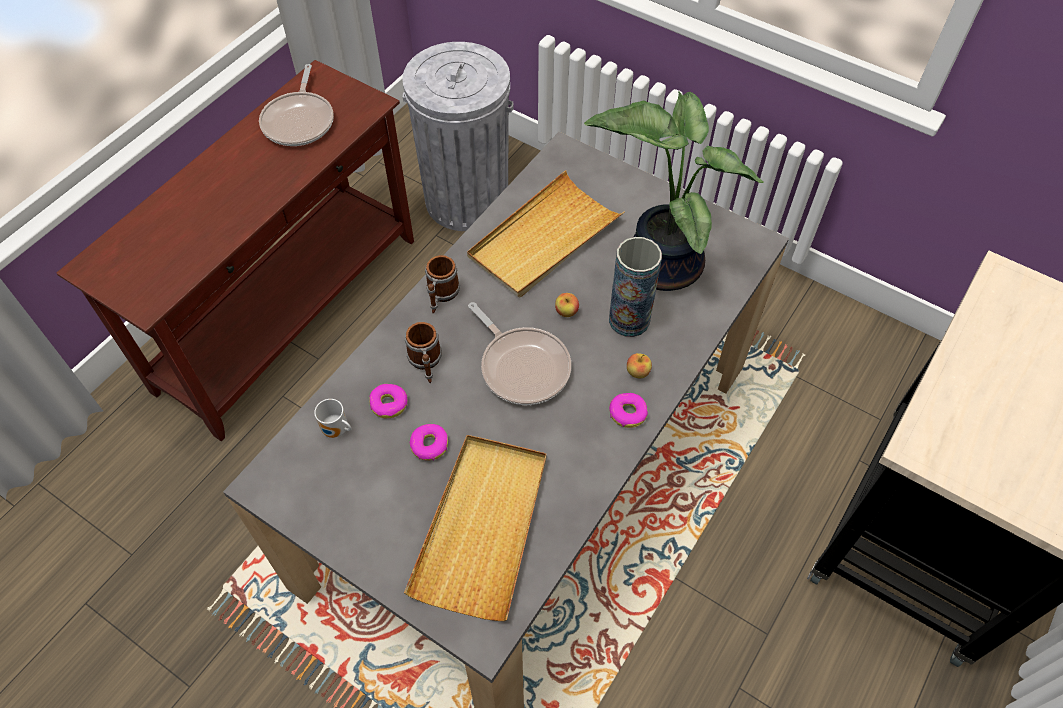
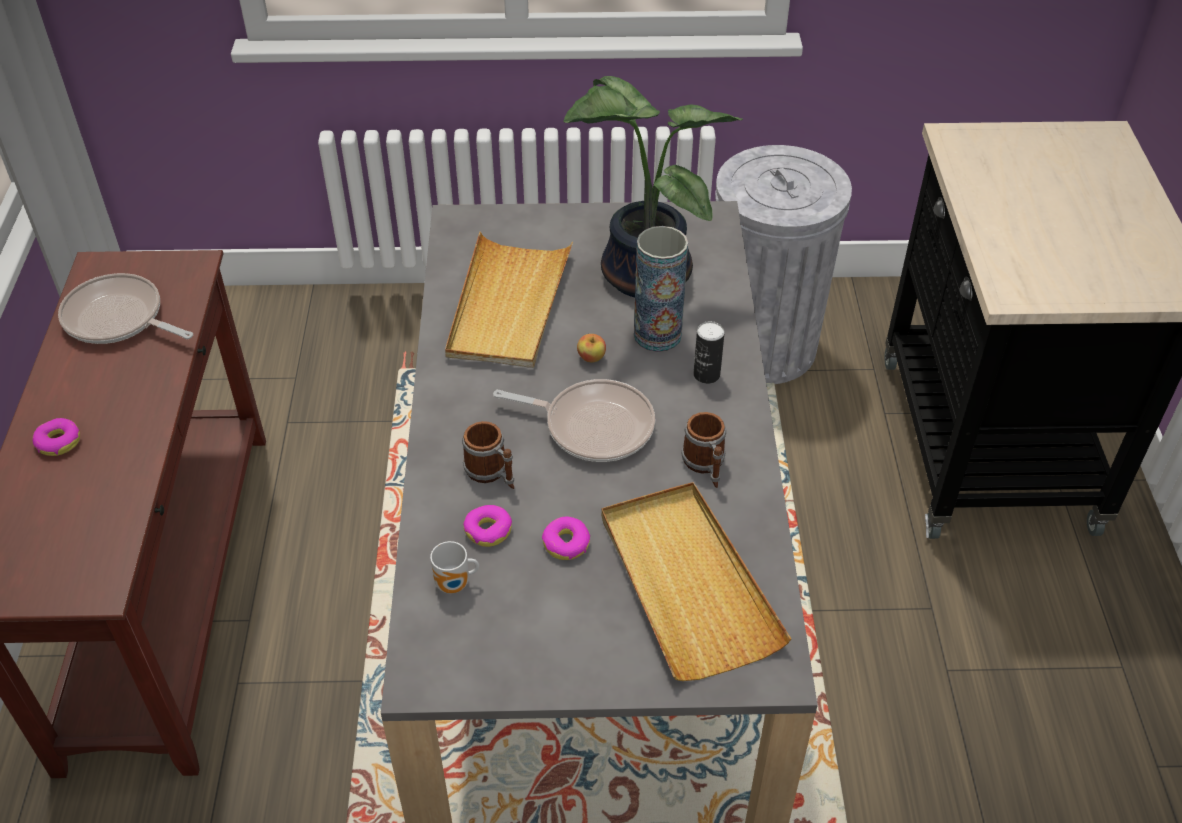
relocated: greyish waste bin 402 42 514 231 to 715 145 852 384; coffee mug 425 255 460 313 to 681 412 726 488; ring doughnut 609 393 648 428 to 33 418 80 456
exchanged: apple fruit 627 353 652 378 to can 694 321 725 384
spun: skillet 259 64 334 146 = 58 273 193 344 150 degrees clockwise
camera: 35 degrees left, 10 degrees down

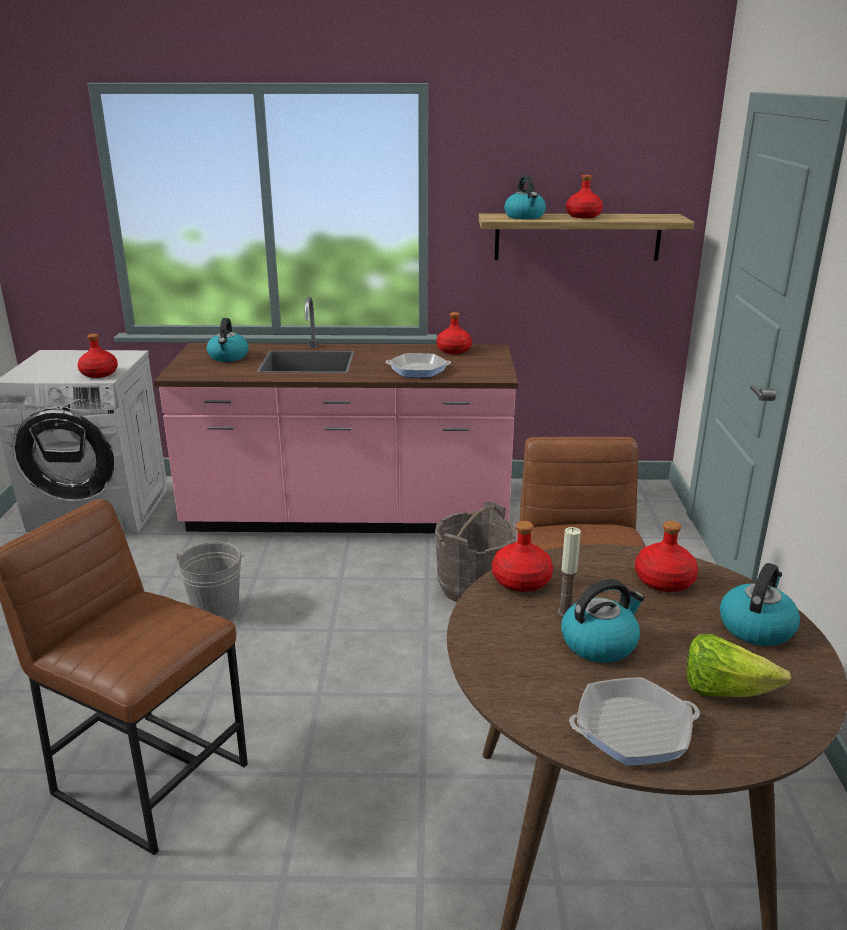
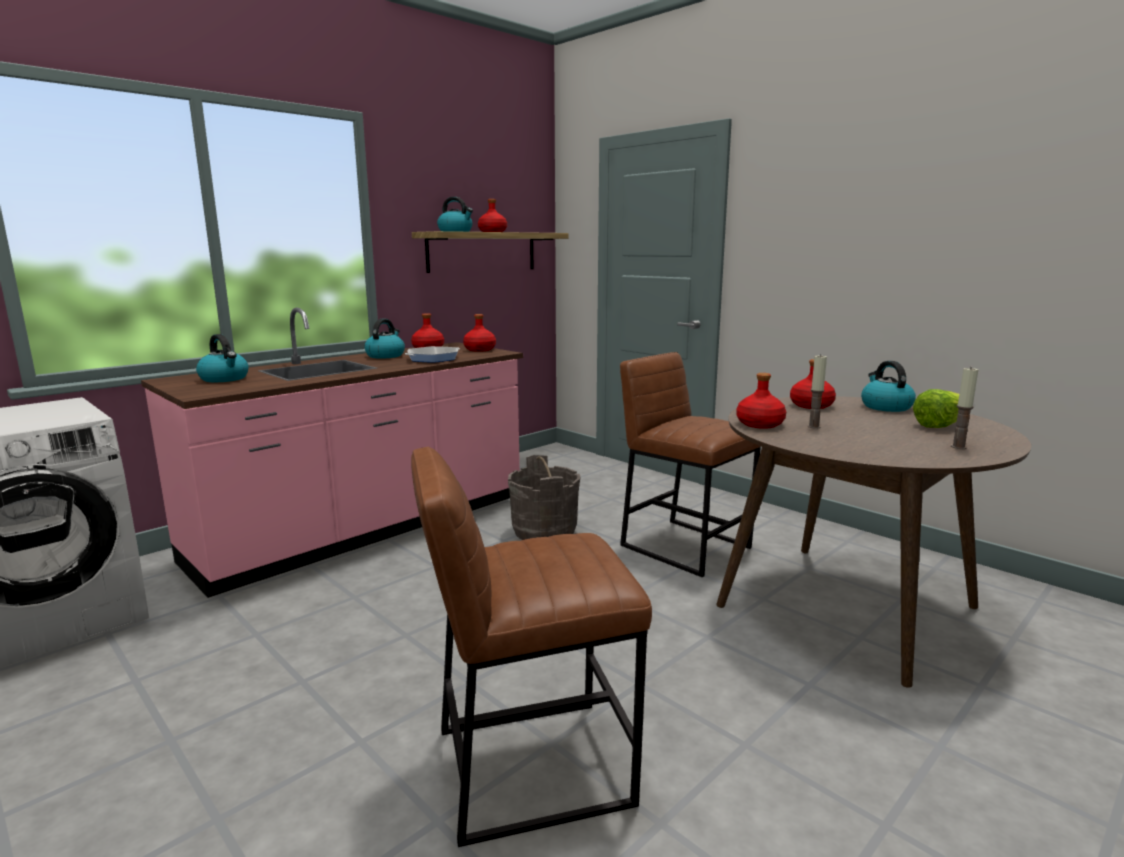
missing: greyish pail 175 542 245 620
relocated: red-coloured bottle 78 334 118 378 to 463 314 496 352; kettle 561 579 645 663 to 364 319 405 359
exchanged: skillet 569 677 700 766 to wax candle 951 368 978 449
camera: 45 degrees left, 10 degrees down

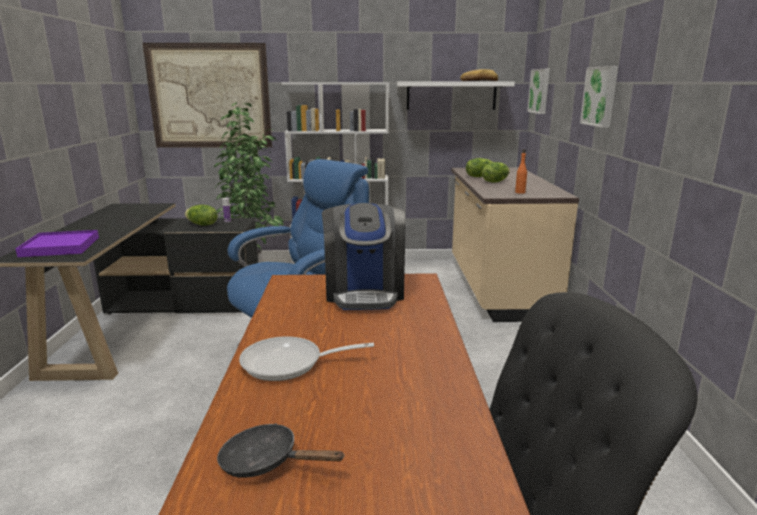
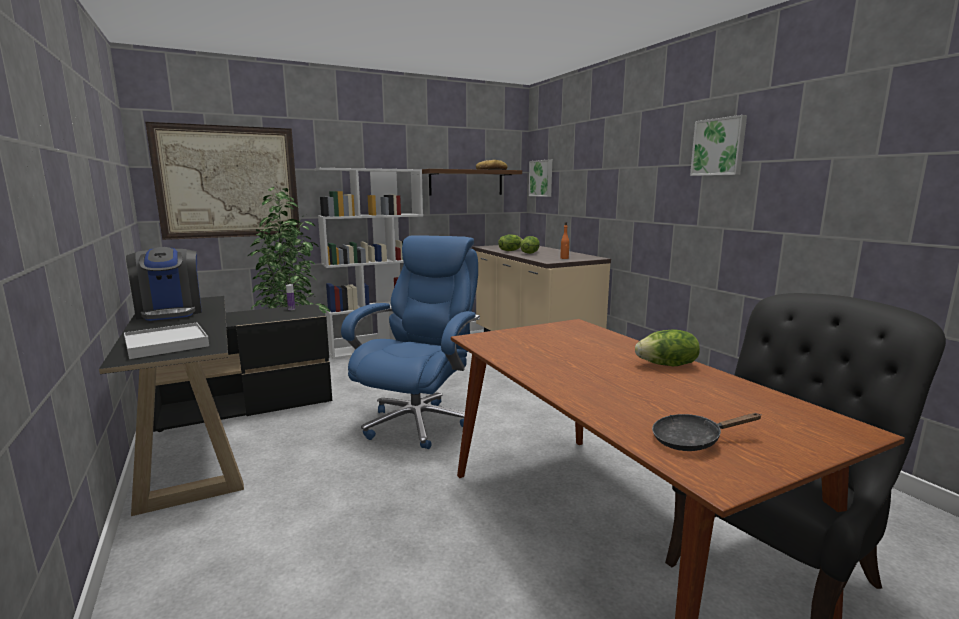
missing: skillet 239 336 374 381
relocated: picture 580 66 618 128 to 690 115 747 176; coffee brewer 322 203 405 310 to 126 247 202 321; lettuce head 185 205 218 226 to 635 329 700 366
colour: white wall shelf 397 81 515 110 to brown wall shelf 422 169 522 195; purplish serving tray 15 230 99 257 to white serving tray 124 323 209 359
camera: 25 degrees left, 5 degrees down

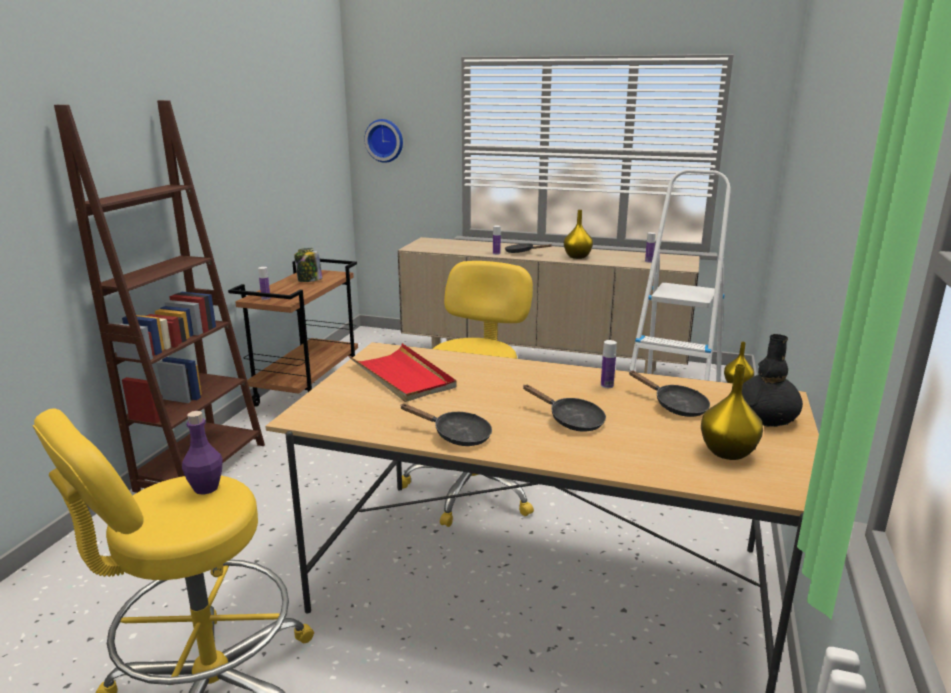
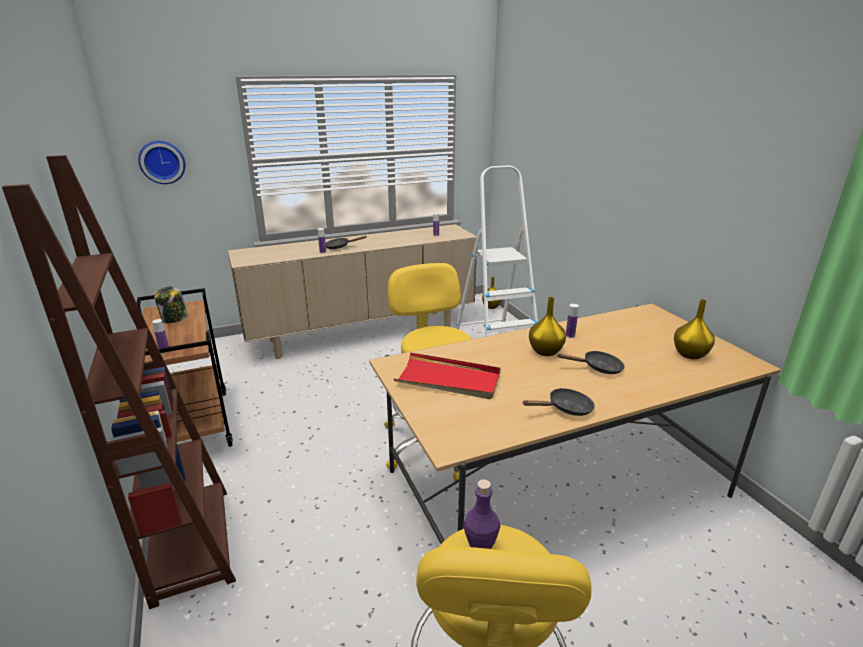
missing: black decorative vase 742 334 803 427; black skillet 629 371 710 417
relocated: yellow-coloured decorative vase 564 210 593 259 to 529 297 566 356
camera: 40 degrees left, 5 degrees up

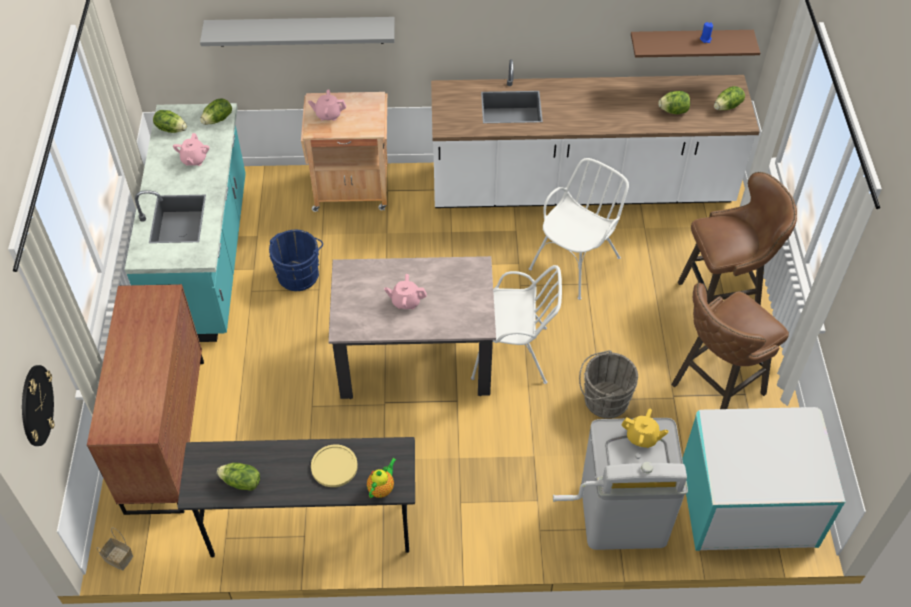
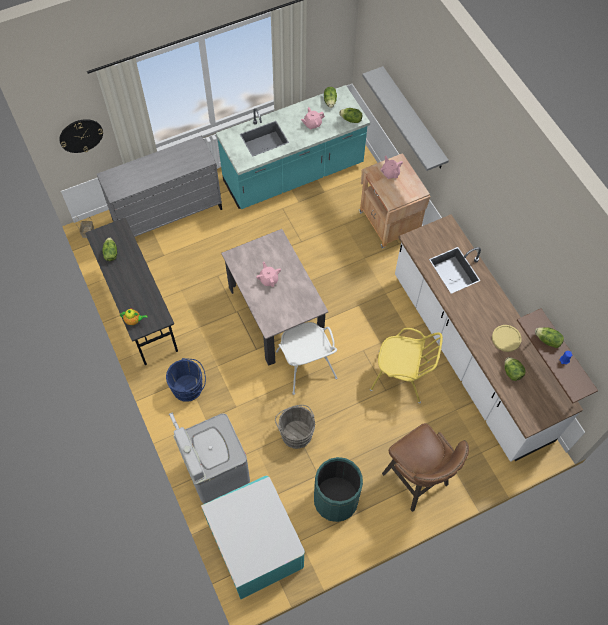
missing: yellow-coloured teapot 621 409 669 448
relocated: lettuce head 714 86 745 110 to 535 327 564 348; blue pail 269 230 323 291 to 166 358 206 402; yellow-coloured plate 311 445 358 487 to 492 325 522 352
exchanged: brown sitting stool 671 282 789 409 to green-coloured waste bin 314 457 363 522
colour: white plain chair 529 158 629 300 to yellow-coloured plain chair 370 328 443 404; brown chest of drawers 87 284 204 515 to greyish chest of drawers 97 136 222 237
camera: 65 degrees right, 10 degrees up

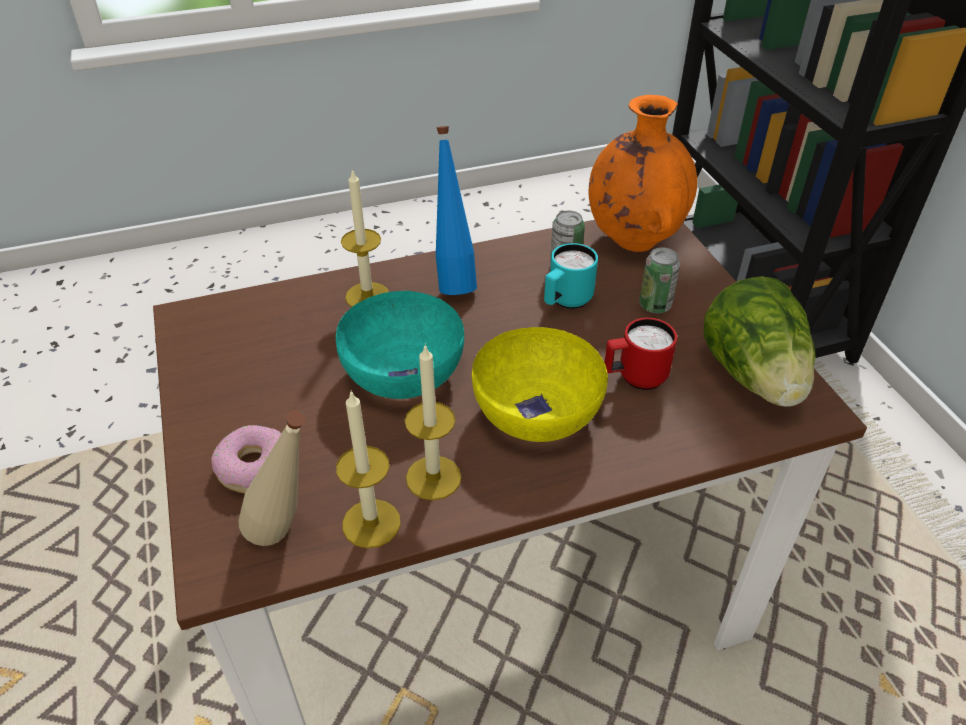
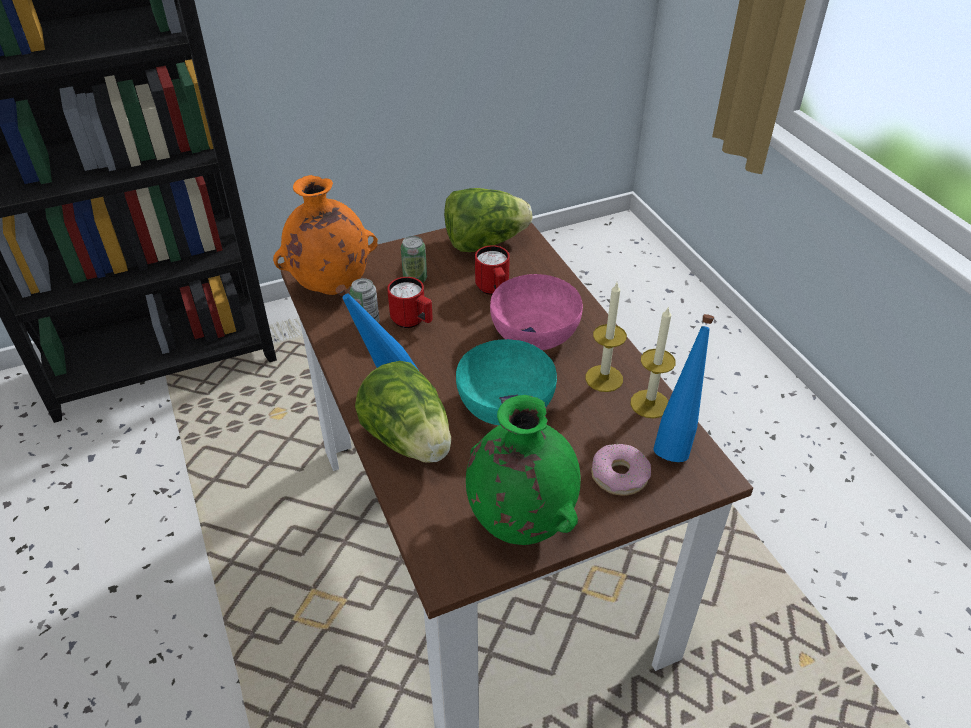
appeared: green-coloured decorative vase 466 395 581 545
exchanged: wax candle 341 168 389 307 to lettuce head 355 361 451 463
colour: turquoise-coloured coffee mug 544 243 598 309 to red-coloured coffee mug 387 277 433 328; yellow-coloured deep dish 472 327 608 442 to pink-coloured deep dish 490 274 583 350; beige bottle 238 410 305 546 to blue bottle 653 314 714 462
camera: 95 degrees left, 0 degrees up

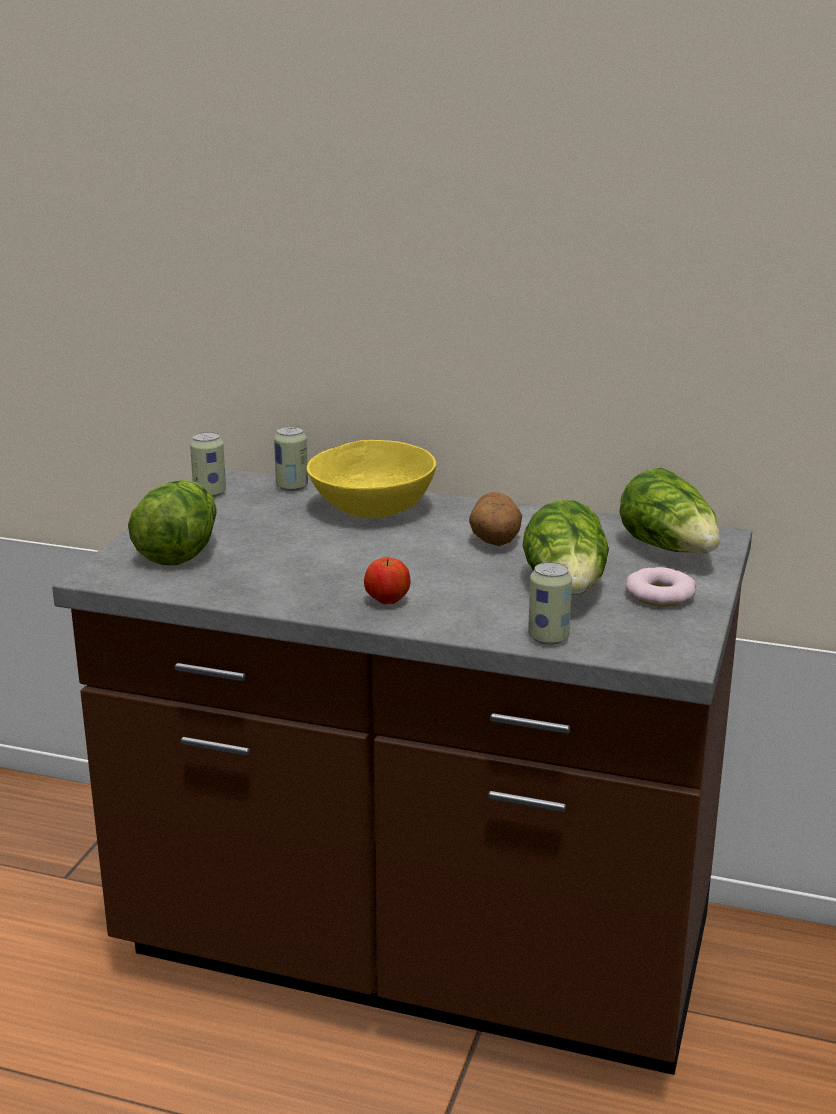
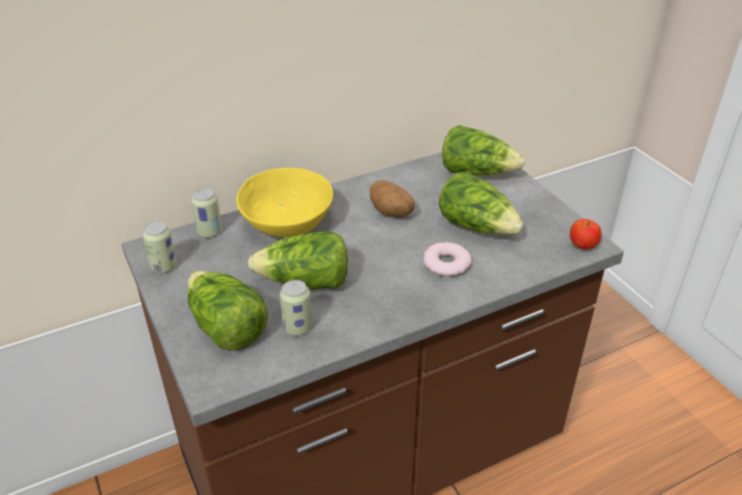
appeared: lettuce head 248 232 348 289
relocated: apple fruit 364 557 410 604 to 570 219 602 249; can 528 562 572 645 to 280 280 312 335; ring doughnut 625 567 696 607 to 423 242 472 277
camera: 45 degrees left, 15 degrees up

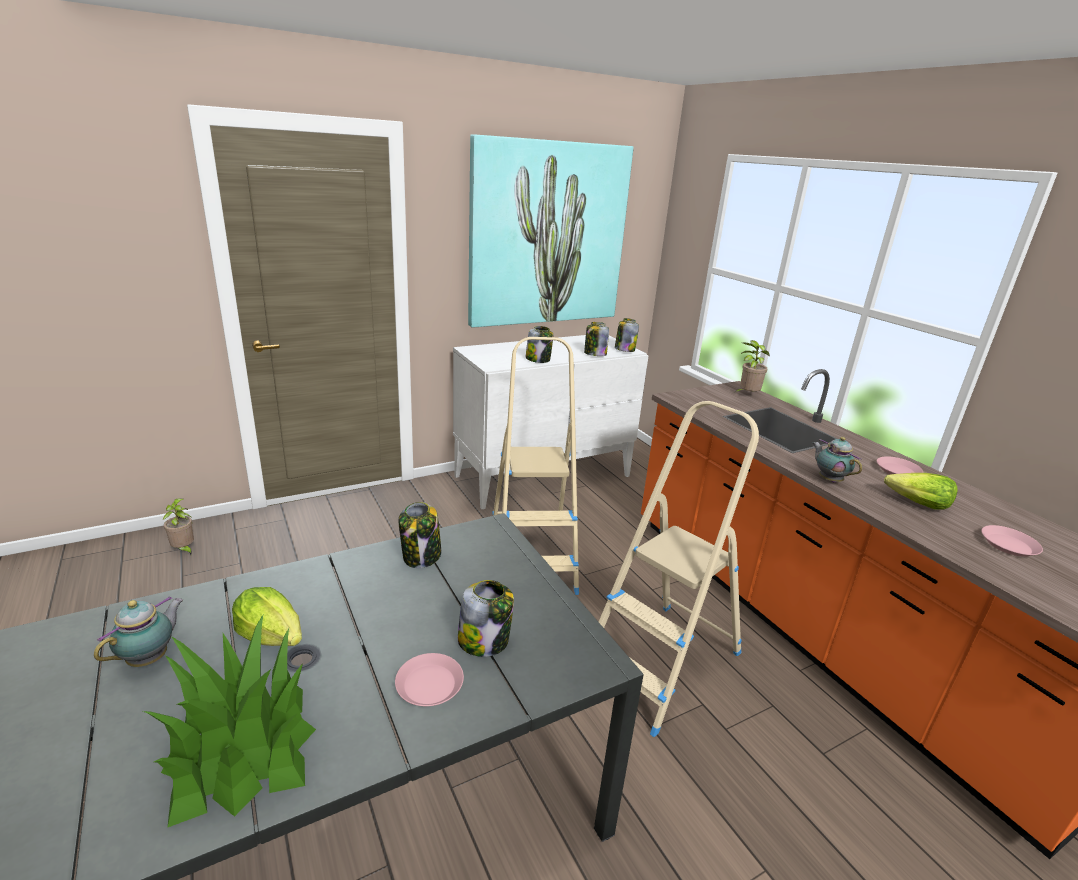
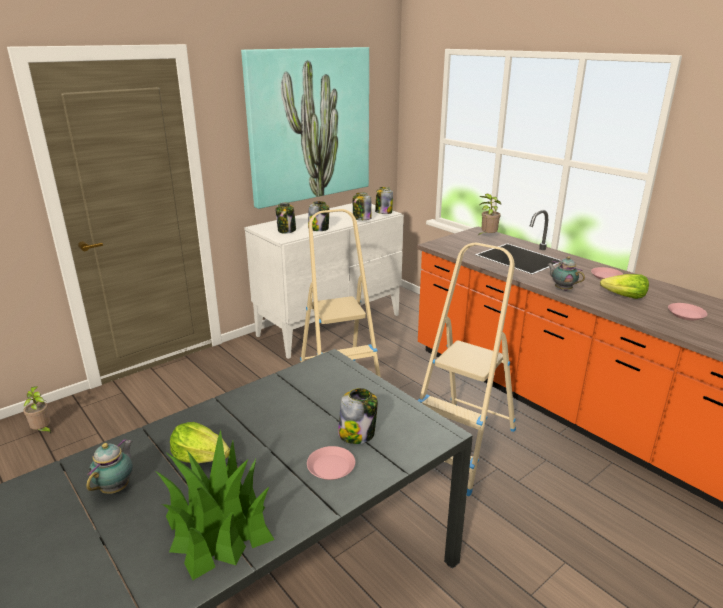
relocated: jar 399 502 441 568 to 276 202 296 234
camera: 10 degrees left, 0 degrees up

